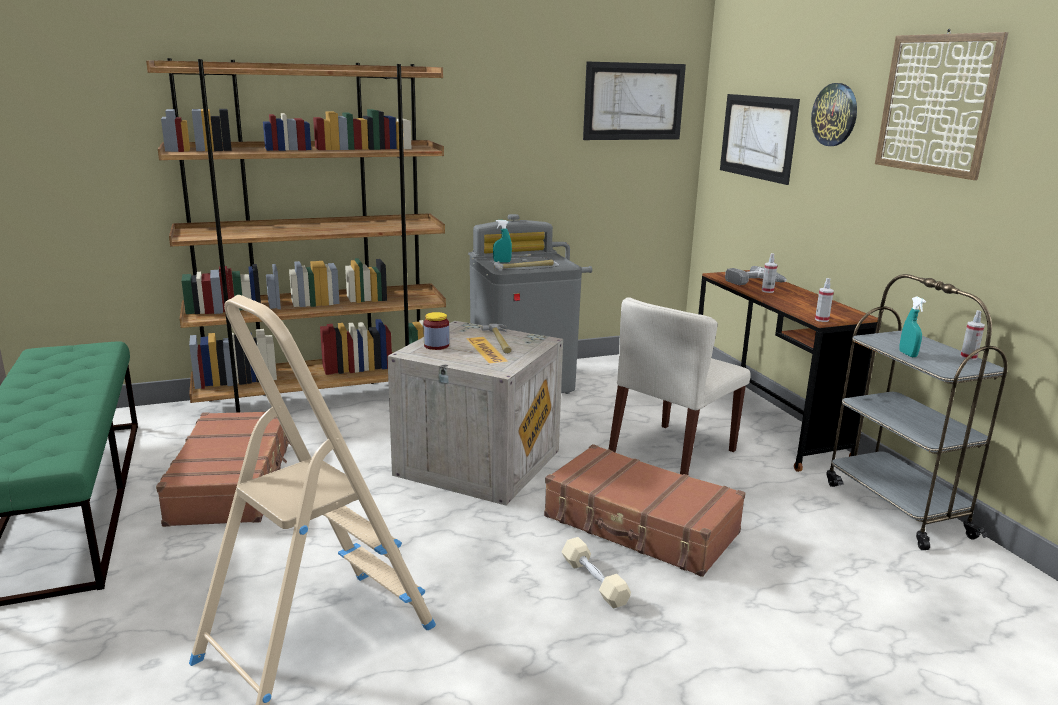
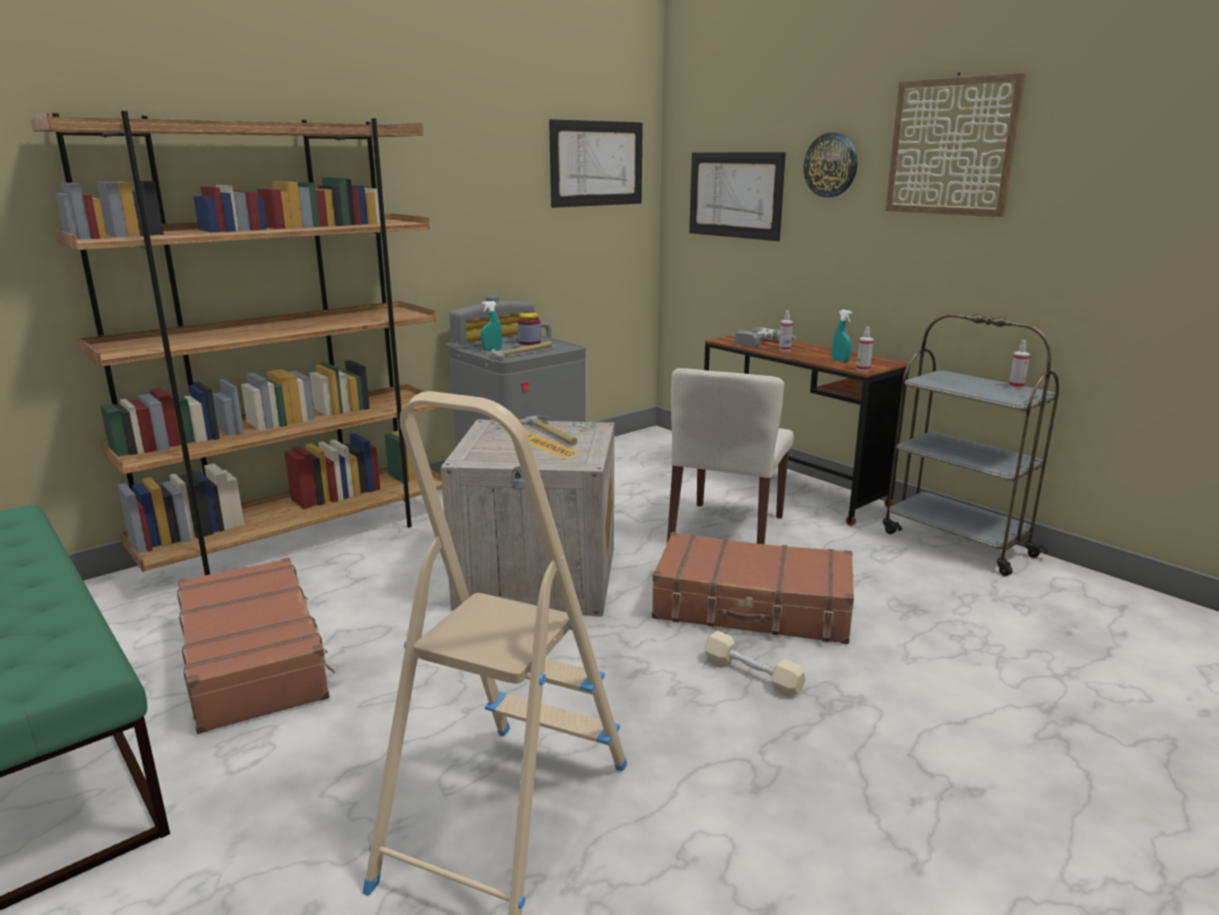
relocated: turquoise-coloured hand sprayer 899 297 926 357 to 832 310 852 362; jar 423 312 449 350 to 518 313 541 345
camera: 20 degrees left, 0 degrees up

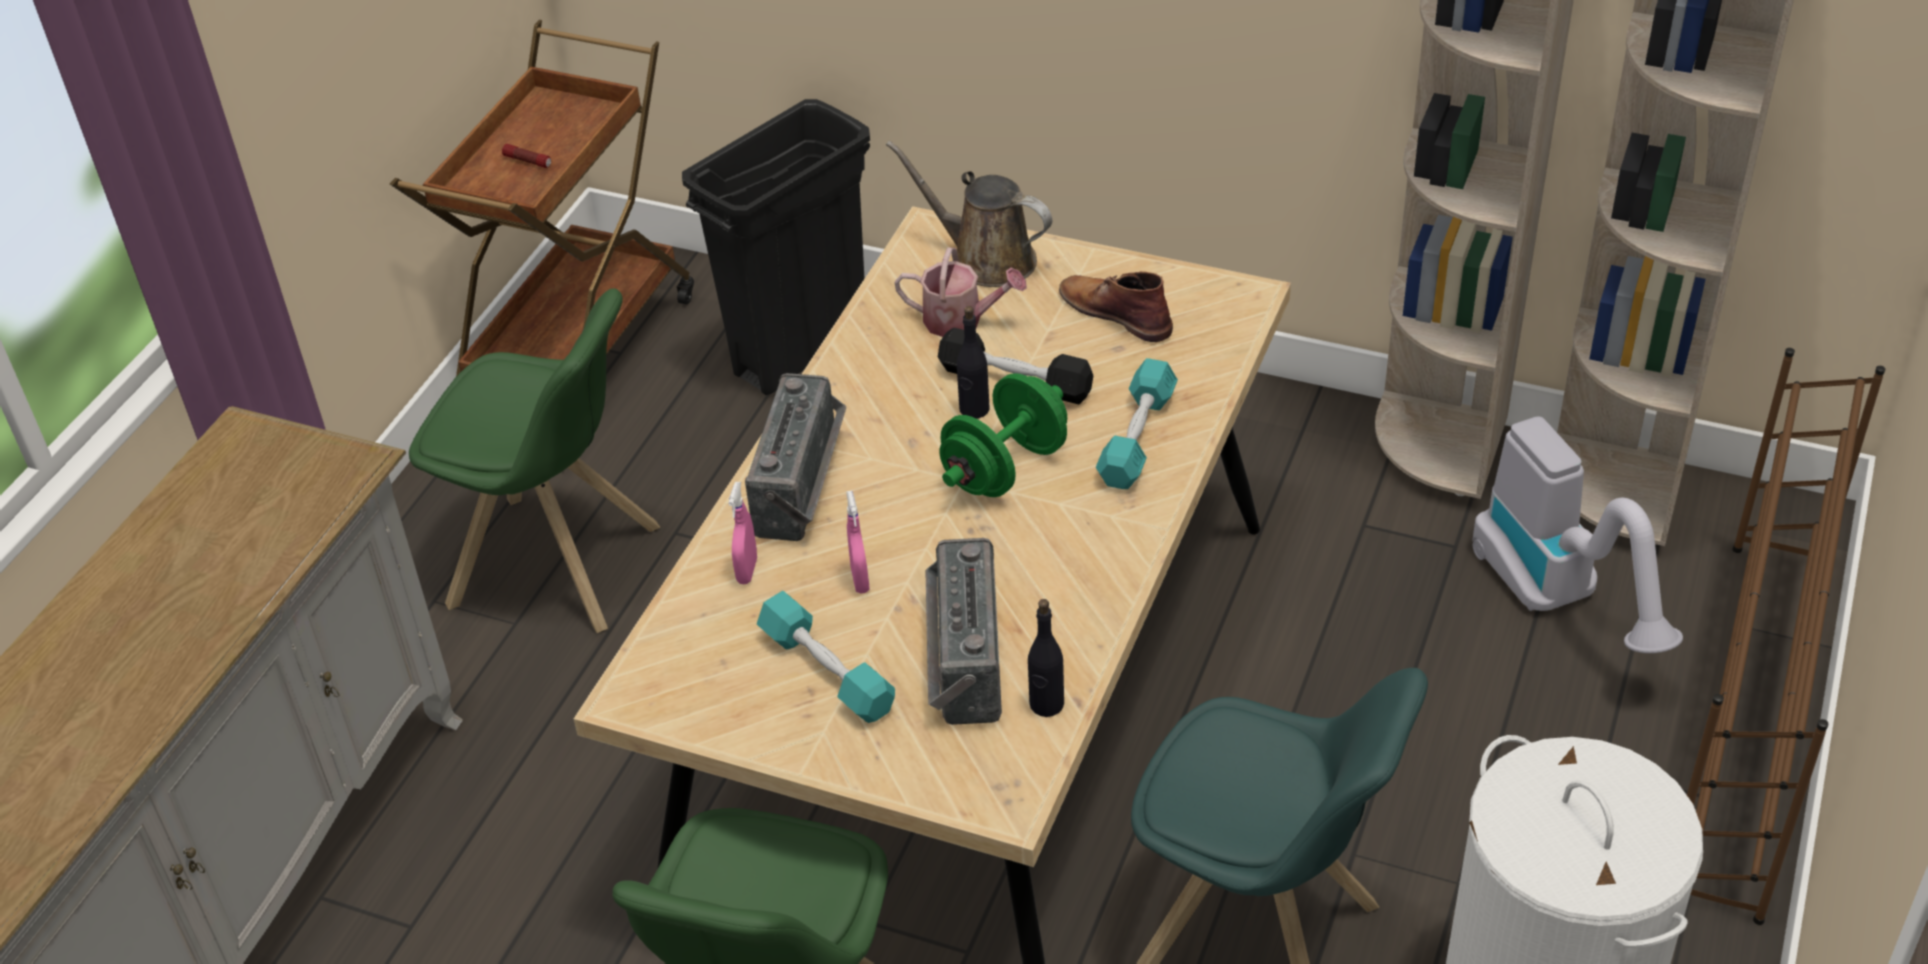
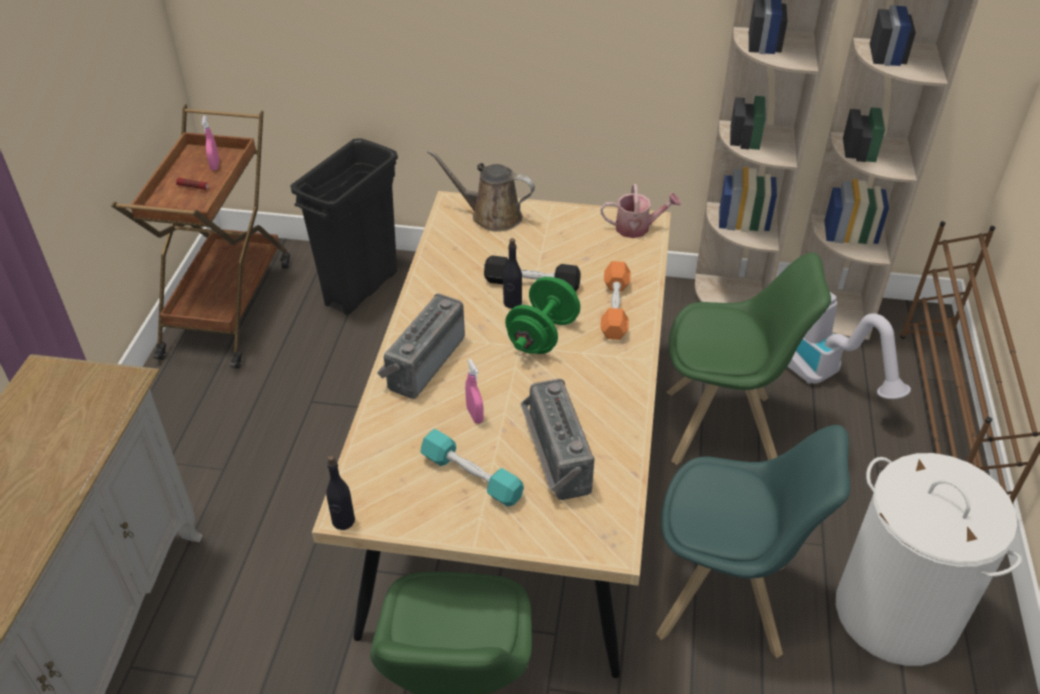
missing: brown boot 1059 271 1173 342
relocated: watering can 895 247 1027 337 to 601 184 681 238; green-coloured plain chair 409 288 660 633 to 666 252 831 465; pink-coloured hand sprayer 728 482 757 584 to 202 116 220 171; black bottle 1028 599 1064 717 to 326 455 355 530
colour: turquoise-coloured free weight 1096 358 1178 489 to orangey free weight 600 261 631 340
spun: radio 745 373 846 541 = 377 294 465 399 150 degrees counterclockwise
camera: 15 degrees left, 0 degrees up

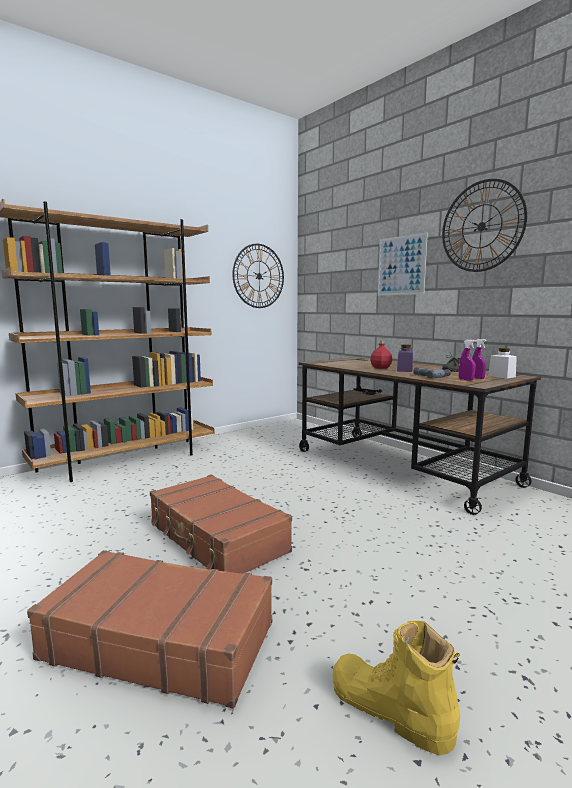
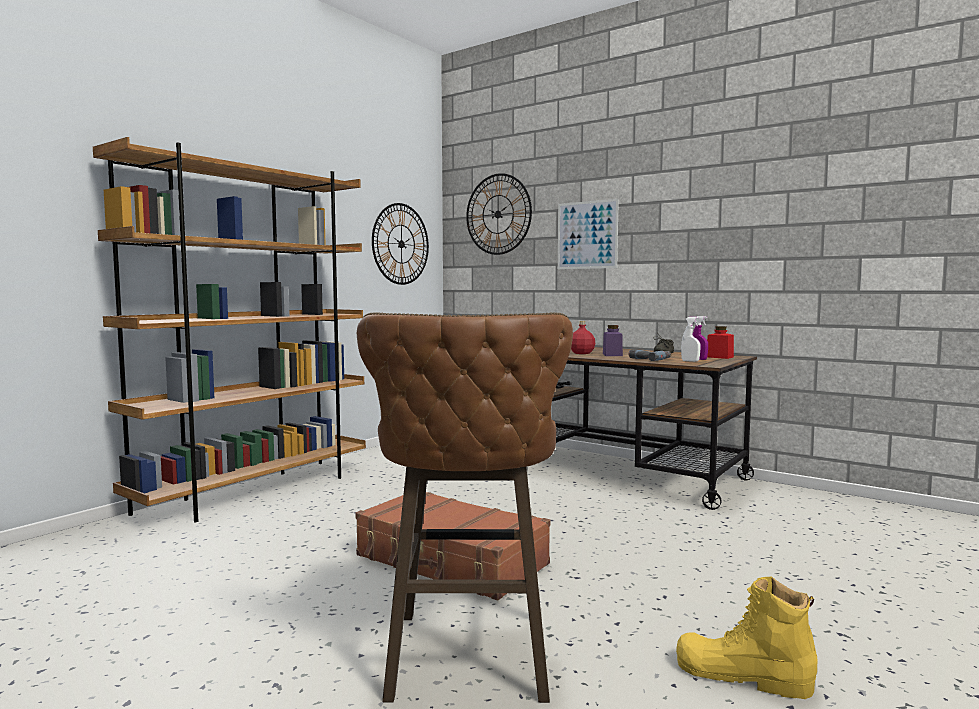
relocated: clock on the wall 442 179 527 272 to 466 173 532 255
exchanged: brown piece of luggage 27 550 272 708 to brown sitting stool 357 312 573 703
colour: purplish hand sprayer 459 340 476 381 to white hand sprayer 681 317 701 362; white jar 488 348 517 379 to red-coloured jar 707 326 734 359
camera: 15 degrees left, 5 degrees down

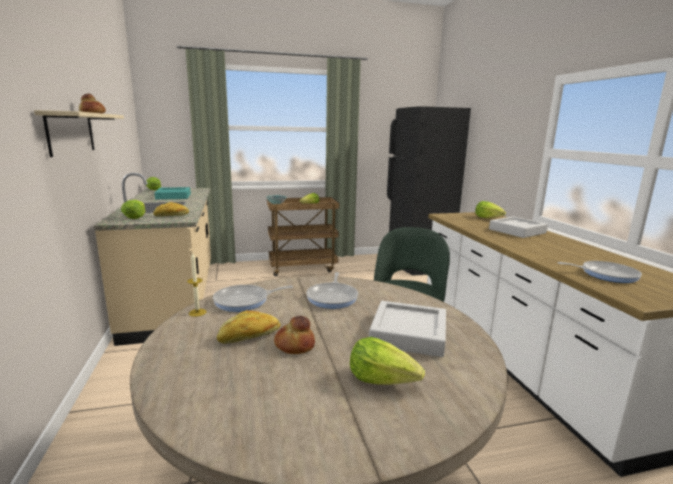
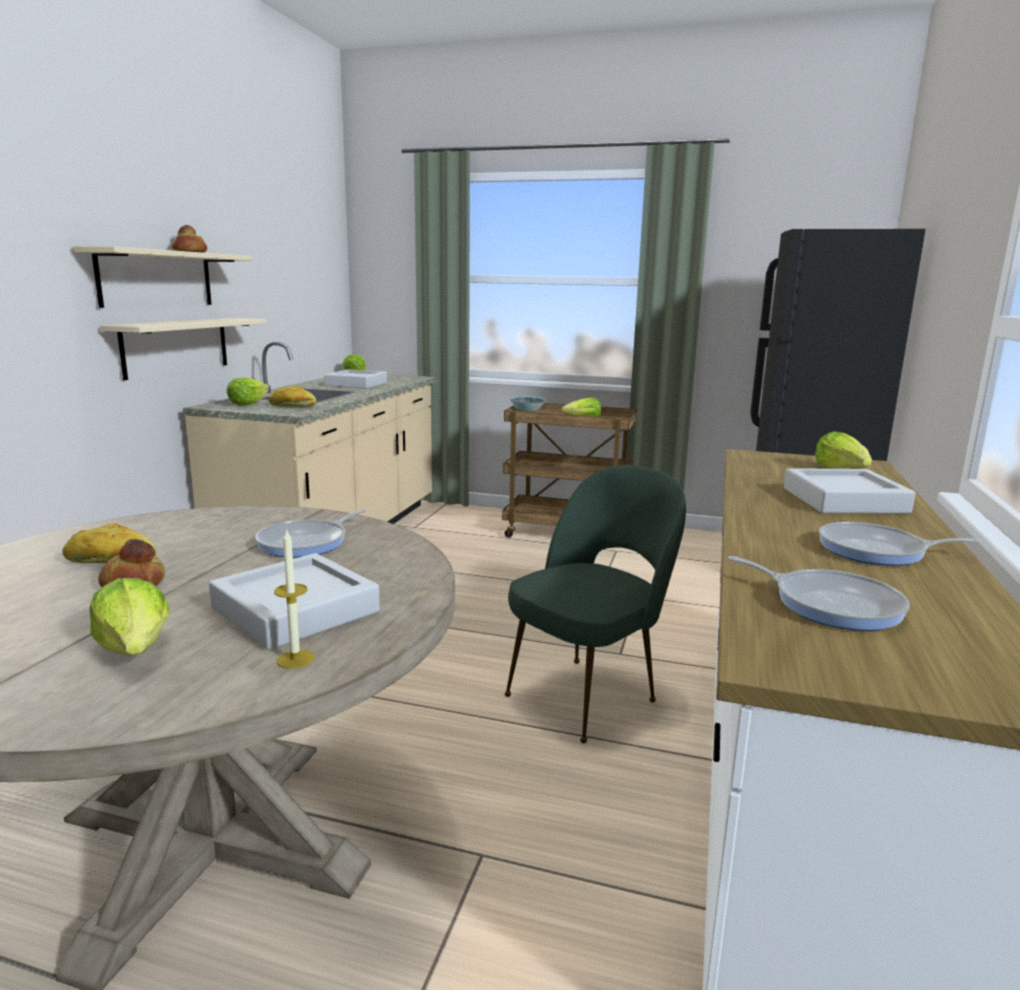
appeared: beige wall shelf 100 318 266 380
relocated: wax candle 187 253 207 317 to 274 528 315 669; skillet 213 285 293 312 to 819 522 981 566
colour: turquoise-coloured serving tray 154 187 191 200 to greyish serving tray 324 370 387 388
camera: 30 degrees right, 0 degrees up

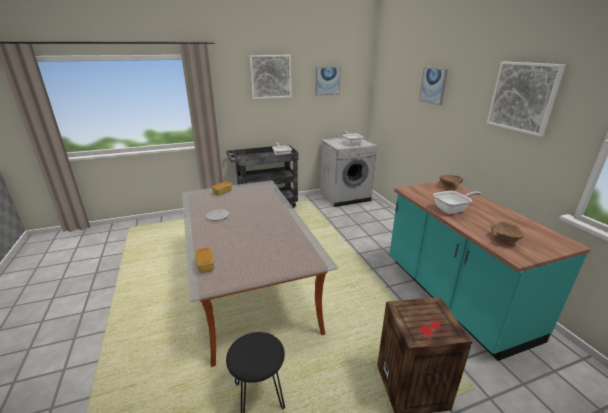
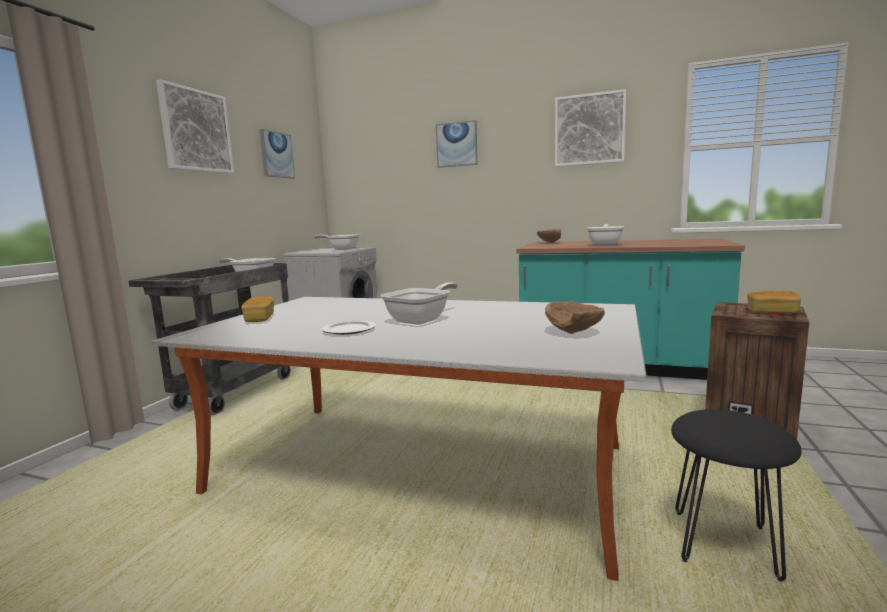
appeared: skillet 381 282 458 325
relocated: brown deep dish 491 221 524 242 to 545 301 605 334; bread 195 248 214 273 to 747 291 801 314
camera: 50 degrees left, 15 degrees down

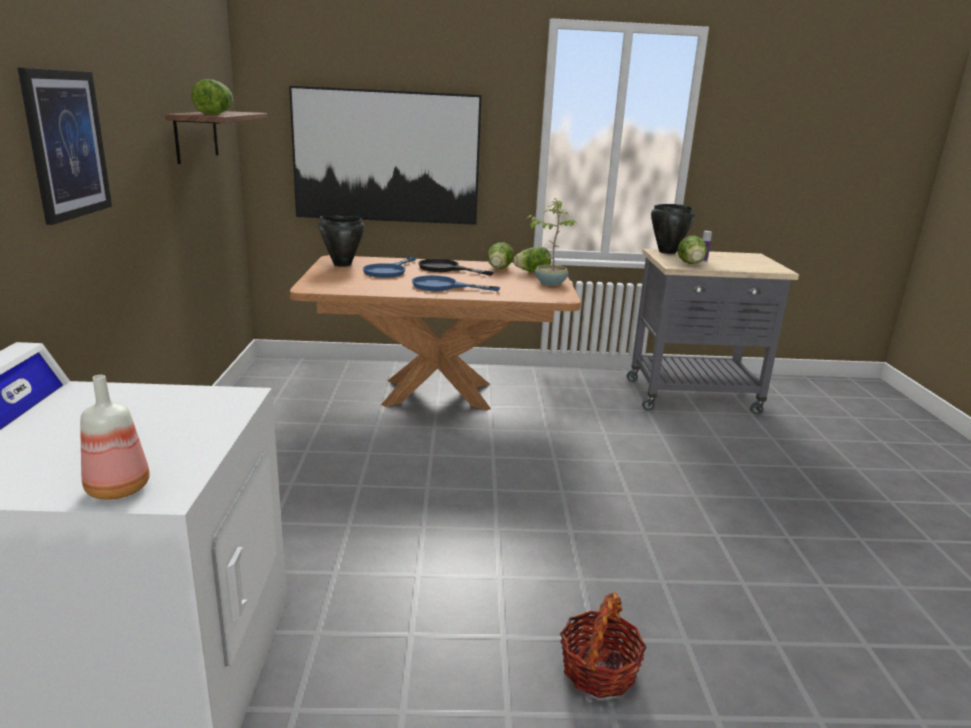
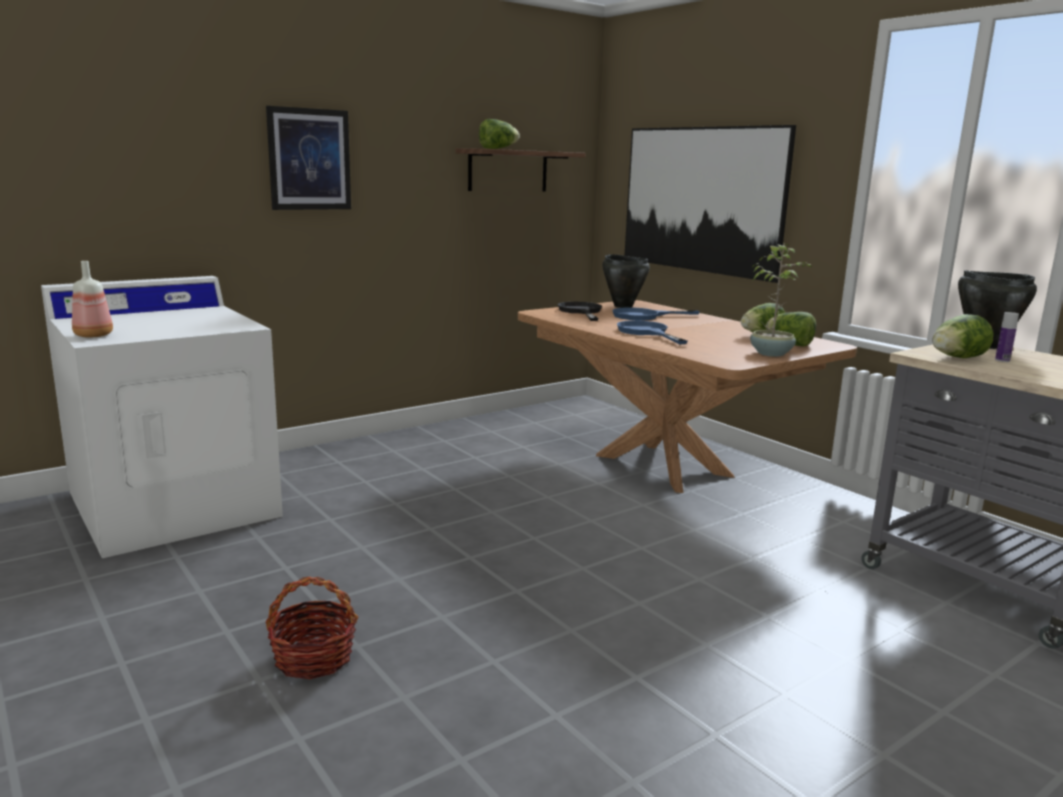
relocated: black skillet 418 259 494 276 to 558 302 602 321
camera: 55 degrees right, 5 degrees down

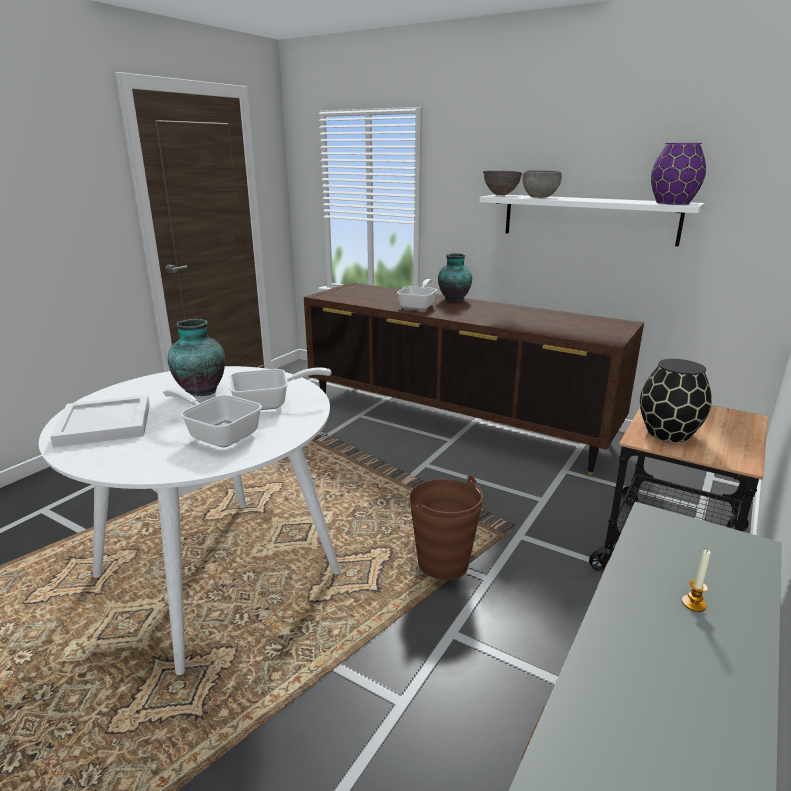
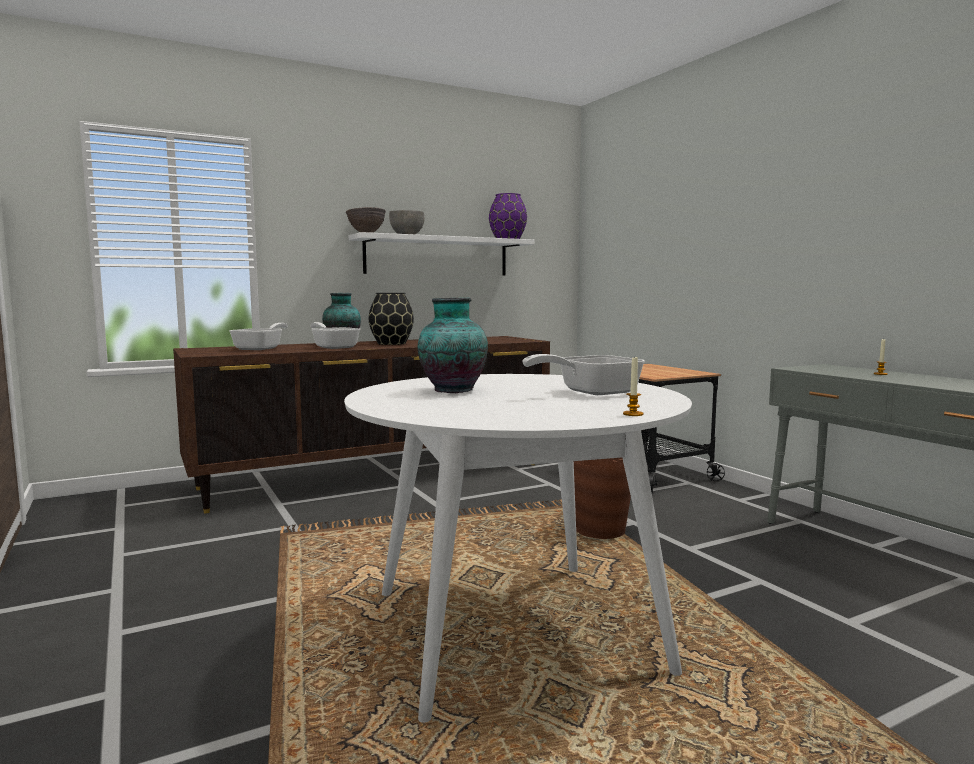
missing: white serving tray 50 395 150 448
appeared: wax candle 623 357 643 416
relocated: black decorative vase 640 359 712 442 to 369 293 414 345; skillet 229 367 332 410 to 229 323 288 350
camera: 60 degrees left, 15 degrees down

